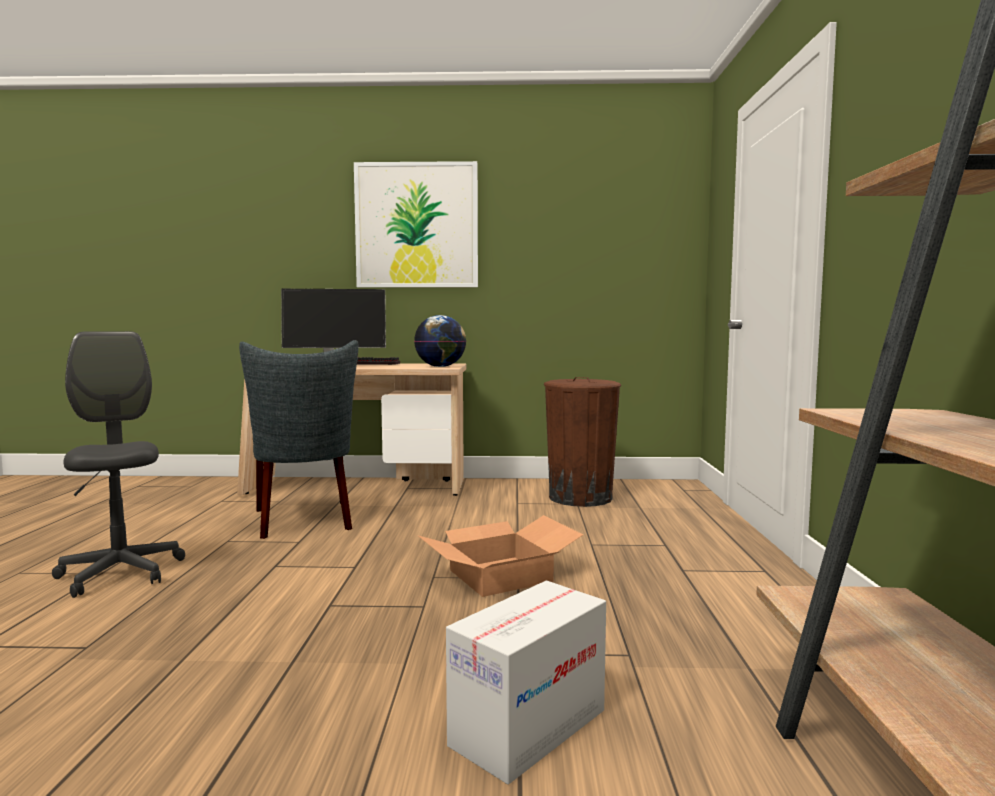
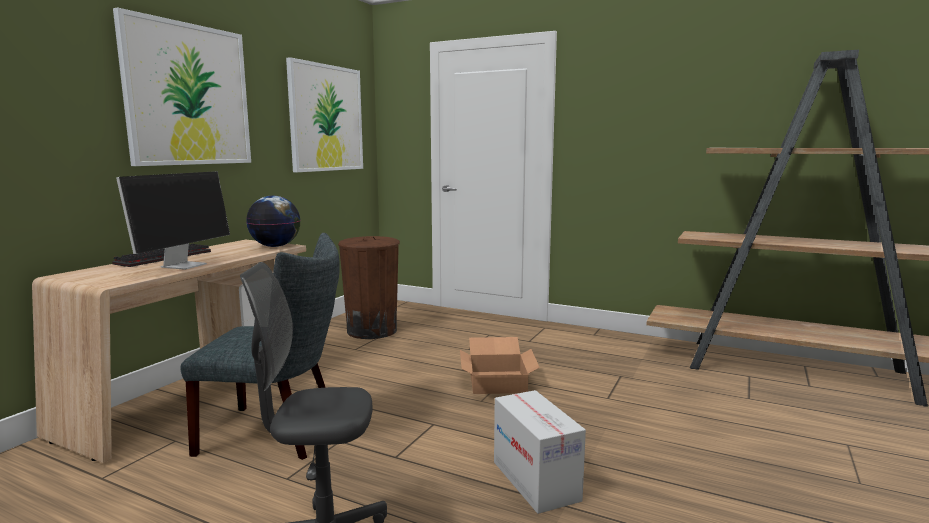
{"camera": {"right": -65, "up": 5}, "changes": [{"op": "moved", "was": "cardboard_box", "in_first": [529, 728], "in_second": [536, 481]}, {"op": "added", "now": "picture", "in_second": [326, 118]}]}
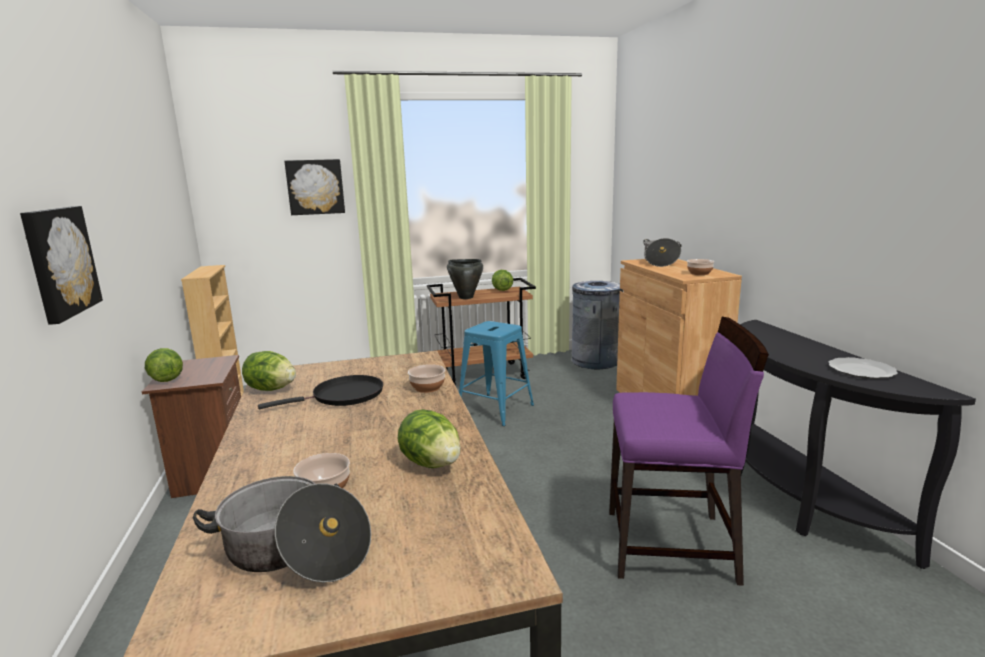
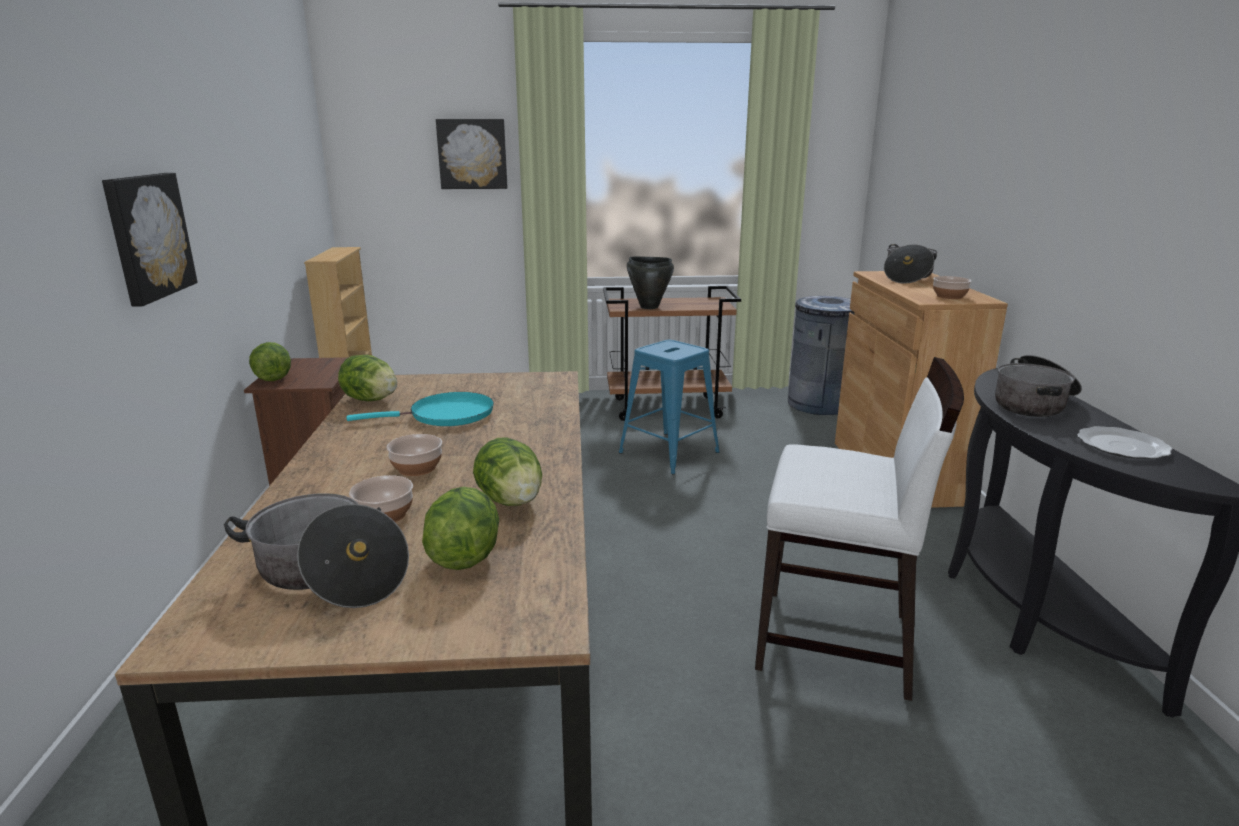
{"camera": {"right": 10, "up": 5}, "changes": [{"op": "recoloured", "was": "black_frying_pan", "now": "turquoise_frying_pan", "in_first": [343, 396], "in_second": [446, 415]}, {"op": "moved", "was": "bowl", "in_first": [427, 387], "in_second": [416, 468]}, {"op": "moved", "was": "lettuce", "in_first": [502, 290], "in_second": [464, 556]}, {"op": "recoloured", "was": "purple_chair", "now": "white_chair", "in_first": [671, 546], "in_second": [836, 642]}, {"op": "added", "now": "cooking_pot", "in_second": [1034, 404]}]}
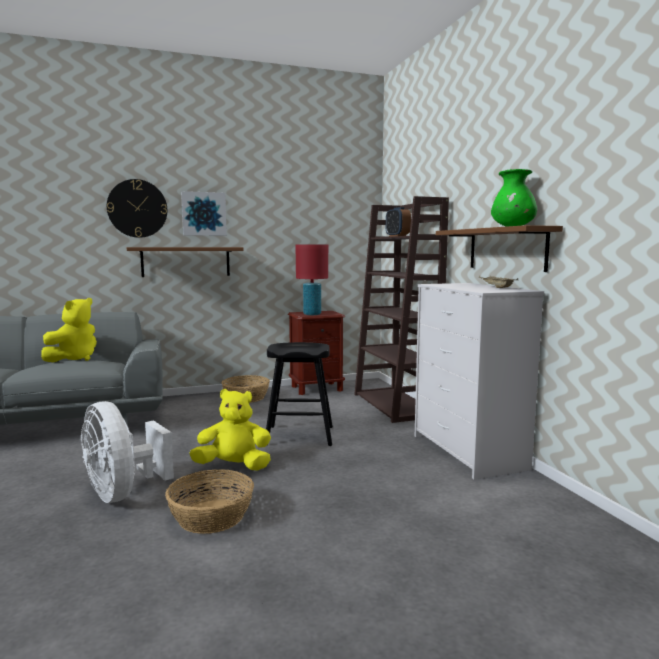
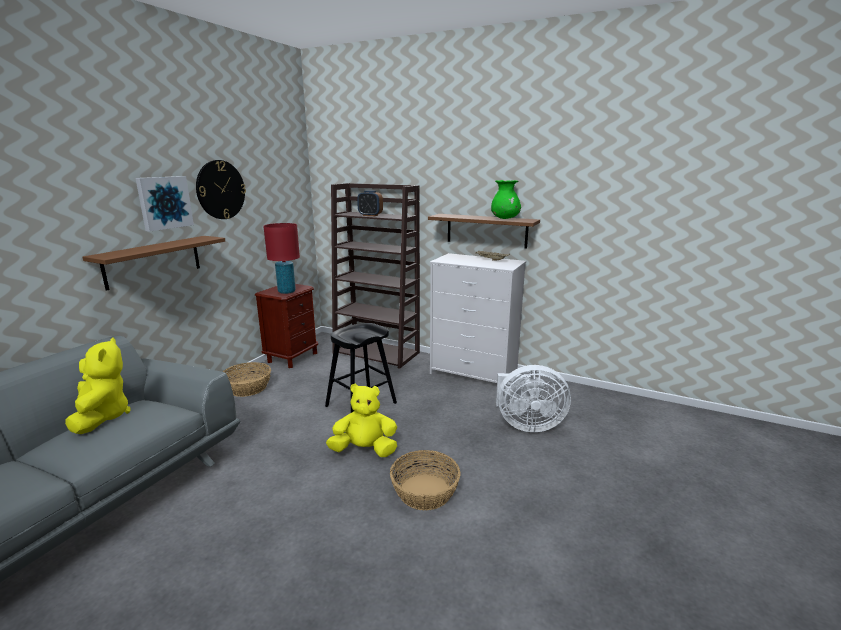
{"camera": {"right": -45, "up": 10}, "changes": [{"op": "moved", "was": "white_fan", "in_first": [122, 493], "in_second": [526, 424]}, {"op": "moved", "was": "wall_clock", "in_first": [137, 208], "in_second": [220, 190]}, {"op": "turned", "was": "yellow_plush_toy", "in_first": [234, 466], "in_second": [365, 450], "clockwise": 45}]}
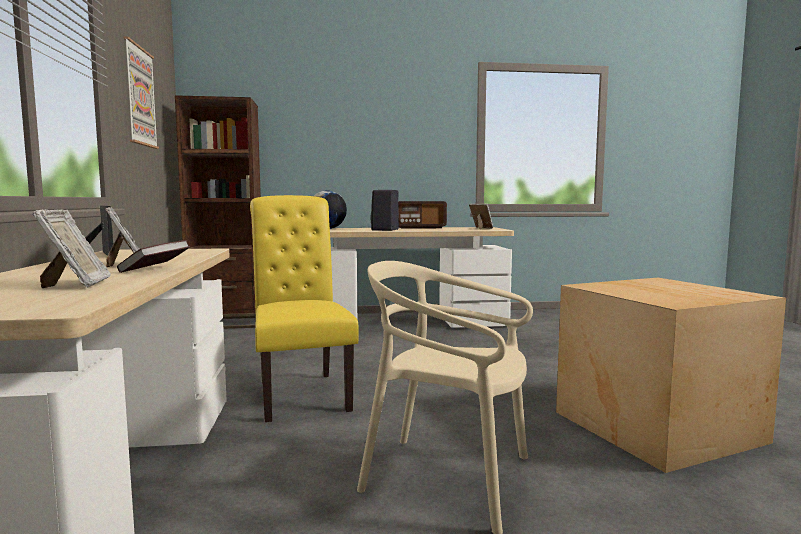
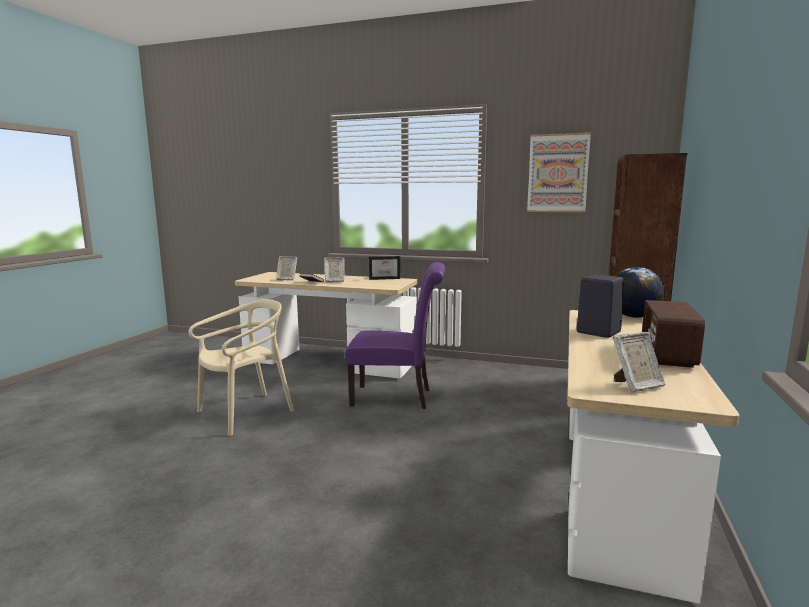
{"camera": {"right": 115, "up": 5}, "changes": [{"op": "recoloured", "was": "yellow_chair", "now": "purple_chair", "in_first": [301, 392], "in_second": [397, 397]}, {"op": "removed", "was": "cardboard_box", "in_first": [656, 425]}]}
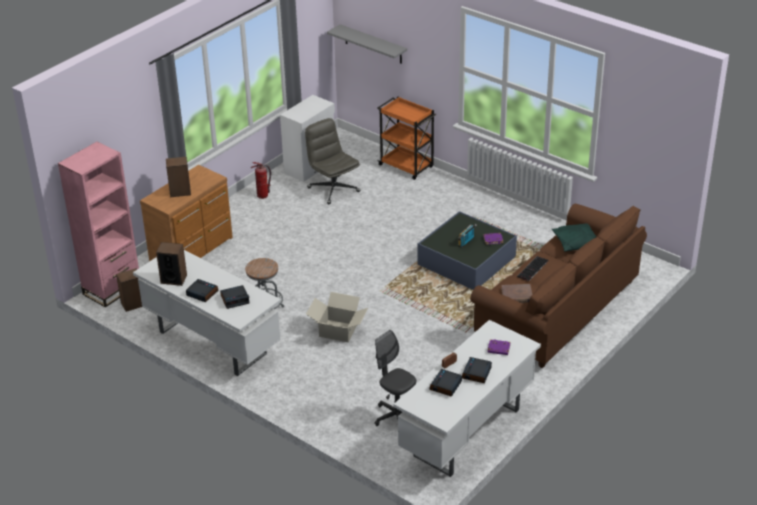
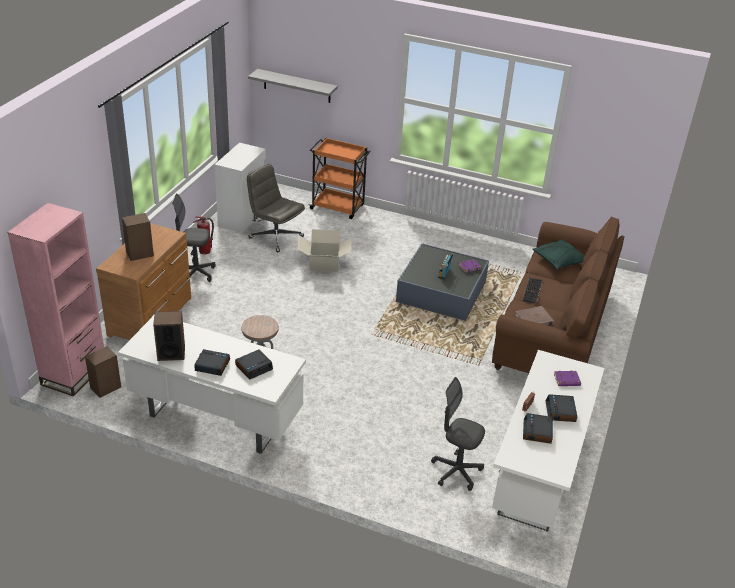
{"camera": {"right": -20, "up": 0}, "changes": [{"op": "moved", "was": "cardboard_box", "in_first": [338, 330], "in_second": [324, 263]}, {"op": "added", "now": "grey_office_chair", "in_second": [195, 273]}]}
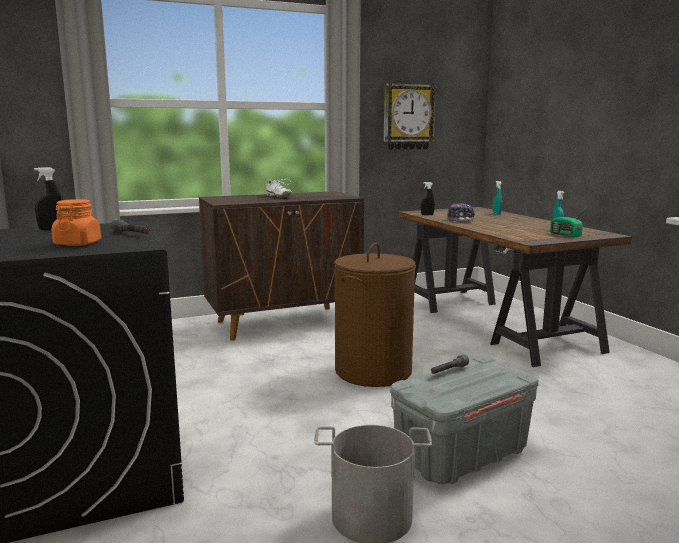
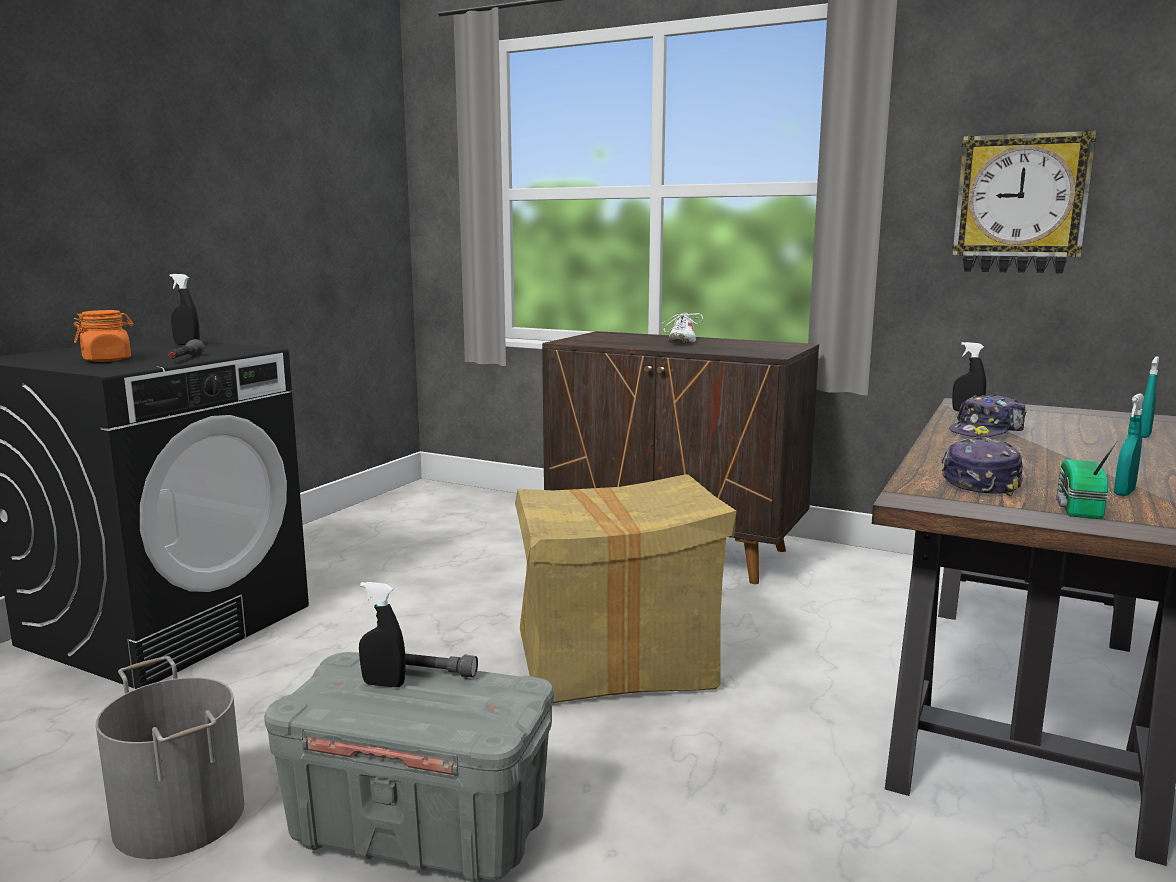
{"camera": {"right": 50, "up": 0}, "changes": [{"op": "replaced", "was": "brown_laundry_basket", "now": "cardboard_box", "in_first": [373, 371], "in_second": [615, 660]}, {"op": "added", "now": "black_spray_bottle", "in_second": [383, 684]}, {"op": "added", "now": "cap", "in_second": [979, 482]}]}
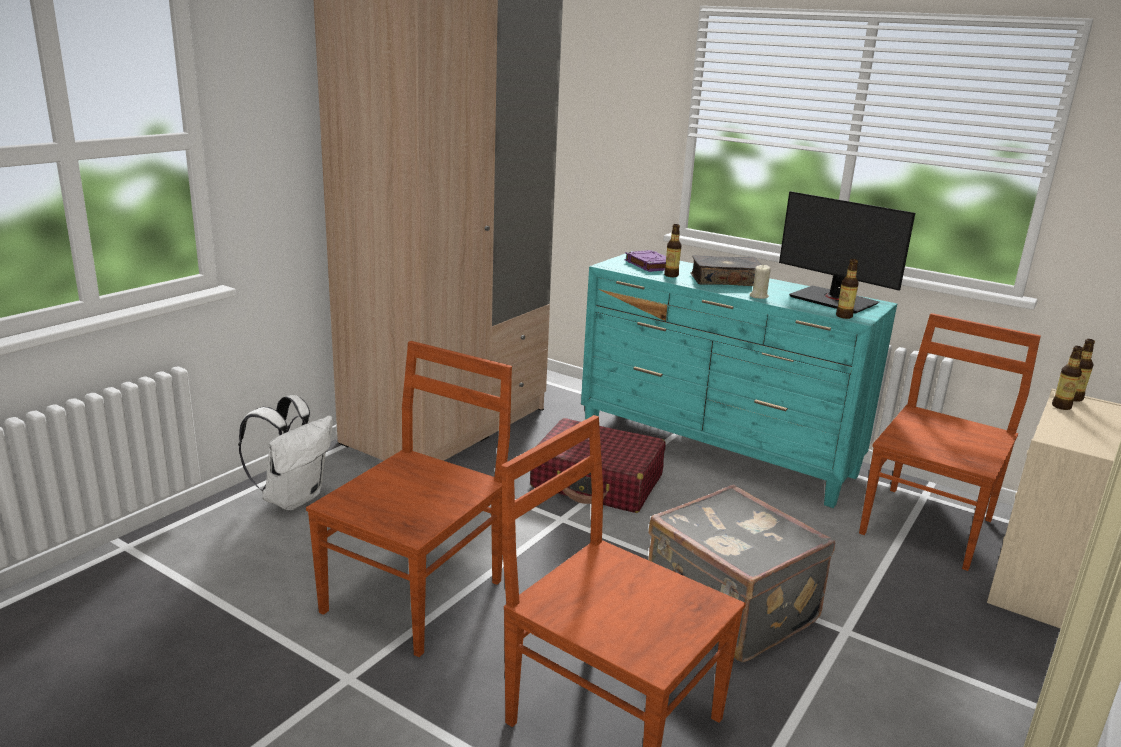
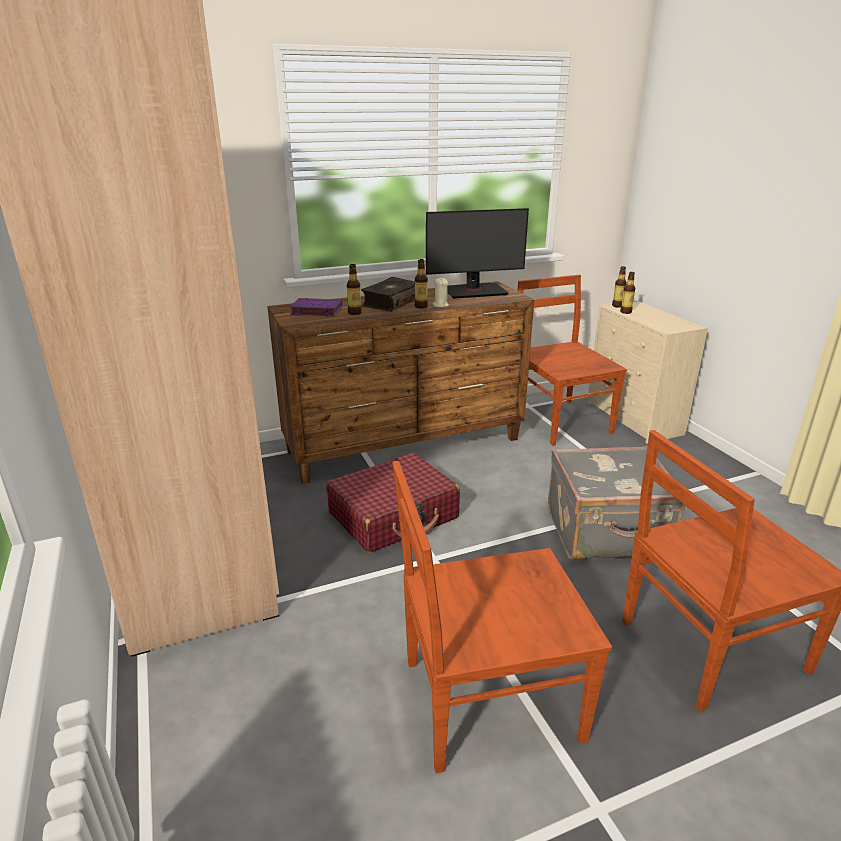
{"camera": {"right": -55, "up": 5}, "changes": [{"op": "removed", "was": "white_backpack", "in_first": [293, 498]}, {"op": "turned", "was": "brown_chair", "in_first": [416, 594], "in_second": [486, 700], "clockwise": -75}, {"op": "recoloured", "was": "turquoise_dresser", "now": "brown_dresser", "in_first": [716, 452], "in_second": [405, 446]}, {"op": "moved", "was": "bottle", "in_first": [844, 316], "in_second": [421, 306]}]}
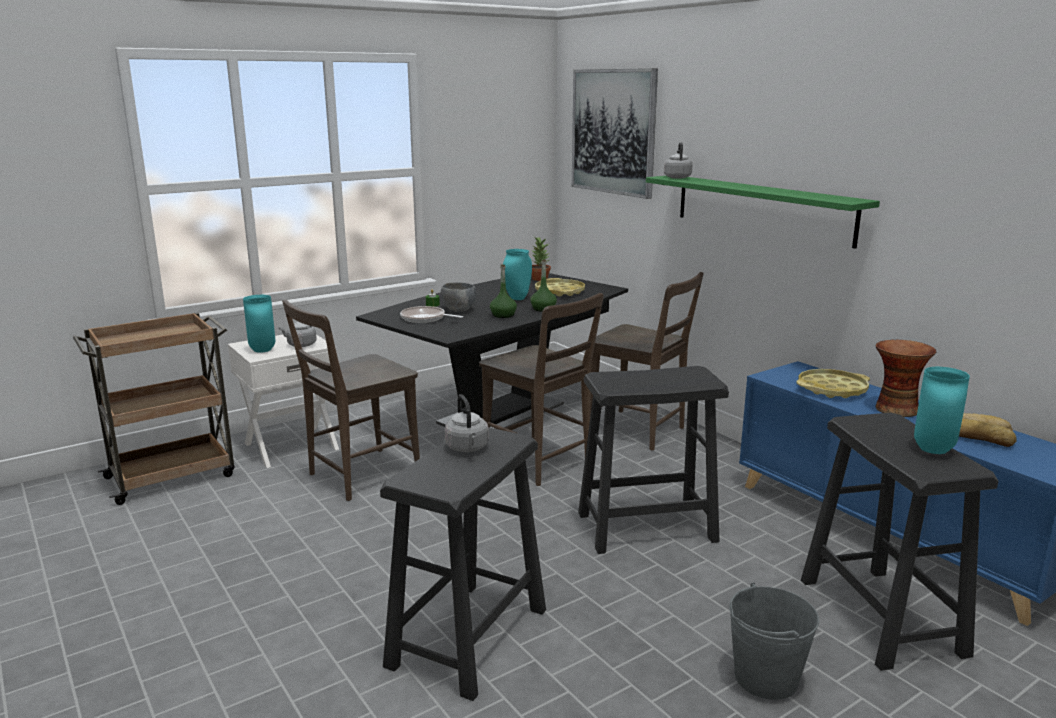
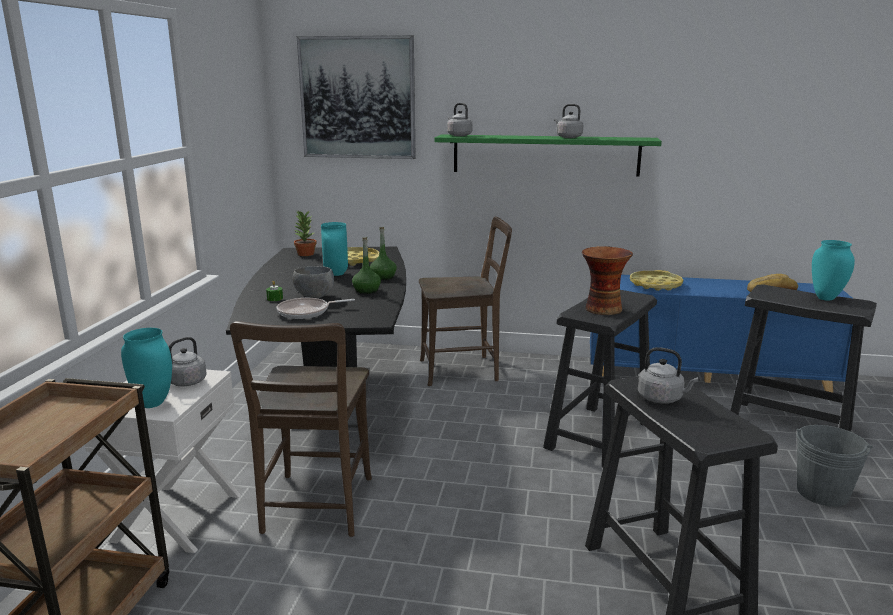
{"camera": {"right": -45, "up": 0}, "changes": [{"op": "removed", "was": "brown_chair", "in_first": [540, 463]}, {"op": "moved", "was": "vase", "in_first": [895, 409], "in_second": [602, 309]}, {"op": "added", "now": "grey_kettle", "in_second": [568, 137]}]}
